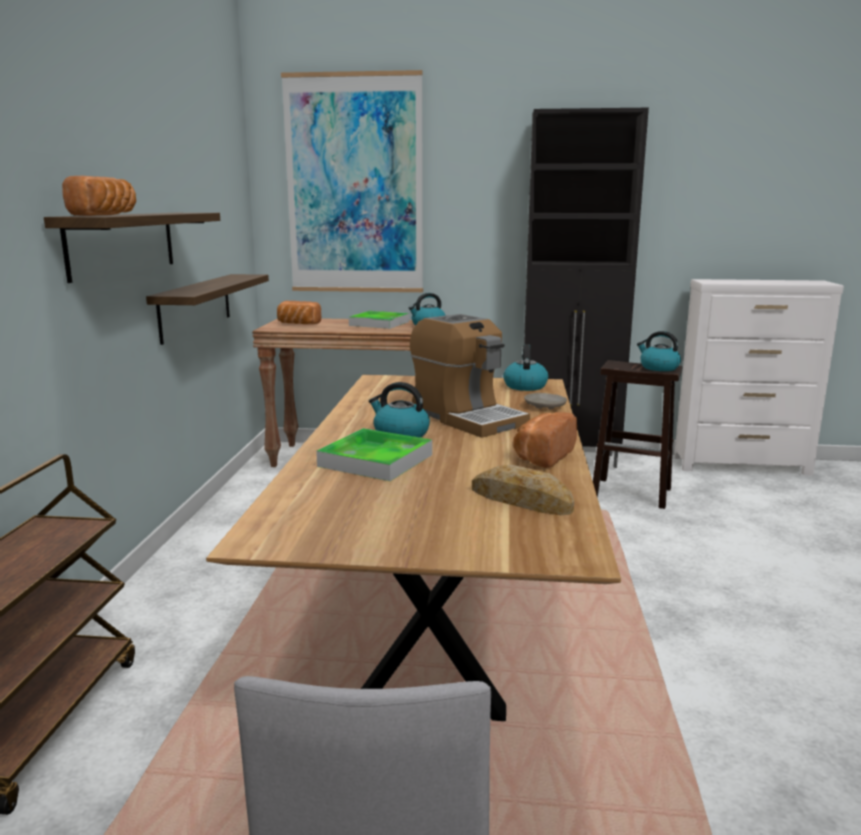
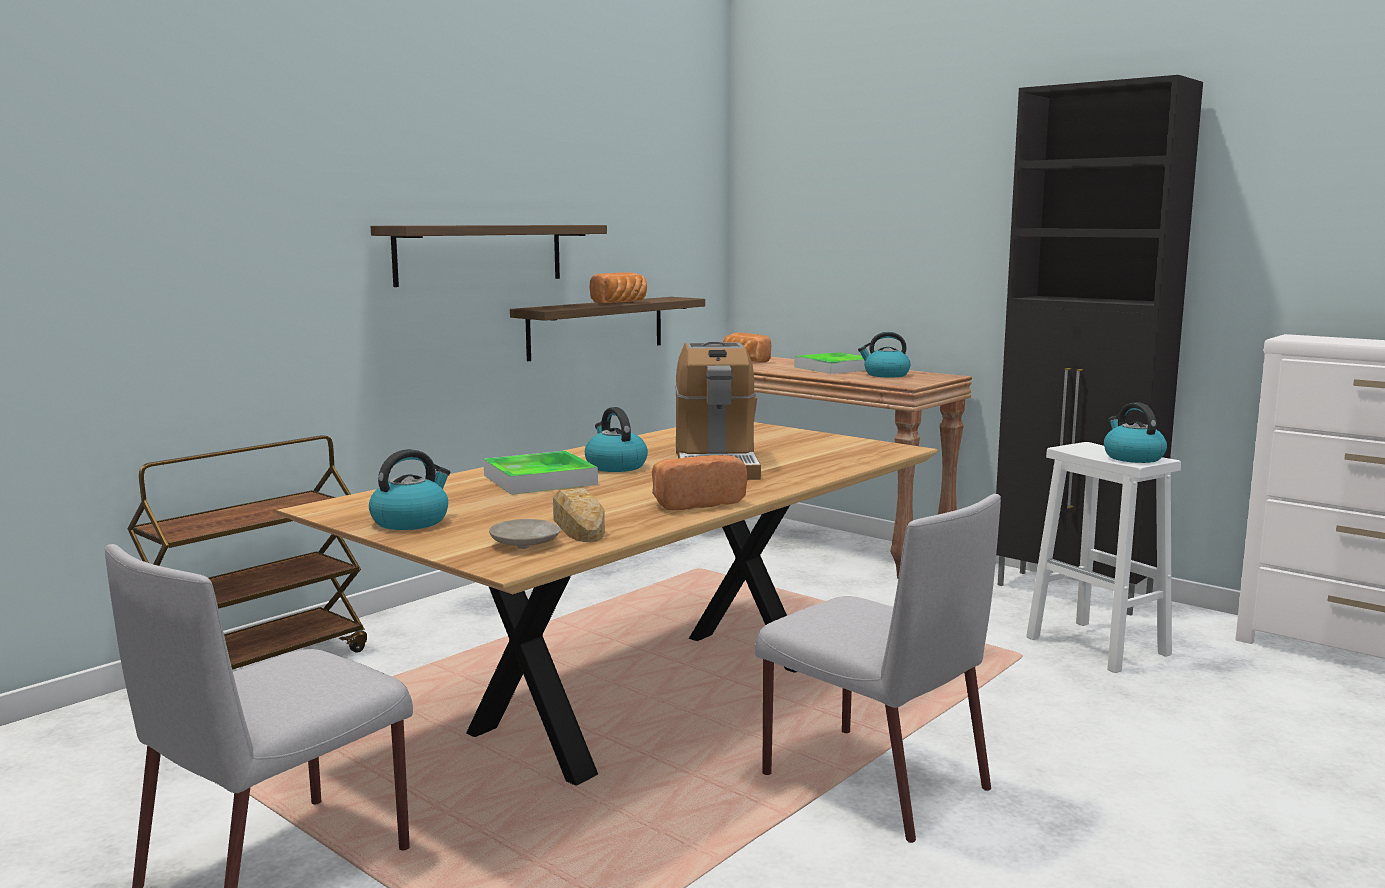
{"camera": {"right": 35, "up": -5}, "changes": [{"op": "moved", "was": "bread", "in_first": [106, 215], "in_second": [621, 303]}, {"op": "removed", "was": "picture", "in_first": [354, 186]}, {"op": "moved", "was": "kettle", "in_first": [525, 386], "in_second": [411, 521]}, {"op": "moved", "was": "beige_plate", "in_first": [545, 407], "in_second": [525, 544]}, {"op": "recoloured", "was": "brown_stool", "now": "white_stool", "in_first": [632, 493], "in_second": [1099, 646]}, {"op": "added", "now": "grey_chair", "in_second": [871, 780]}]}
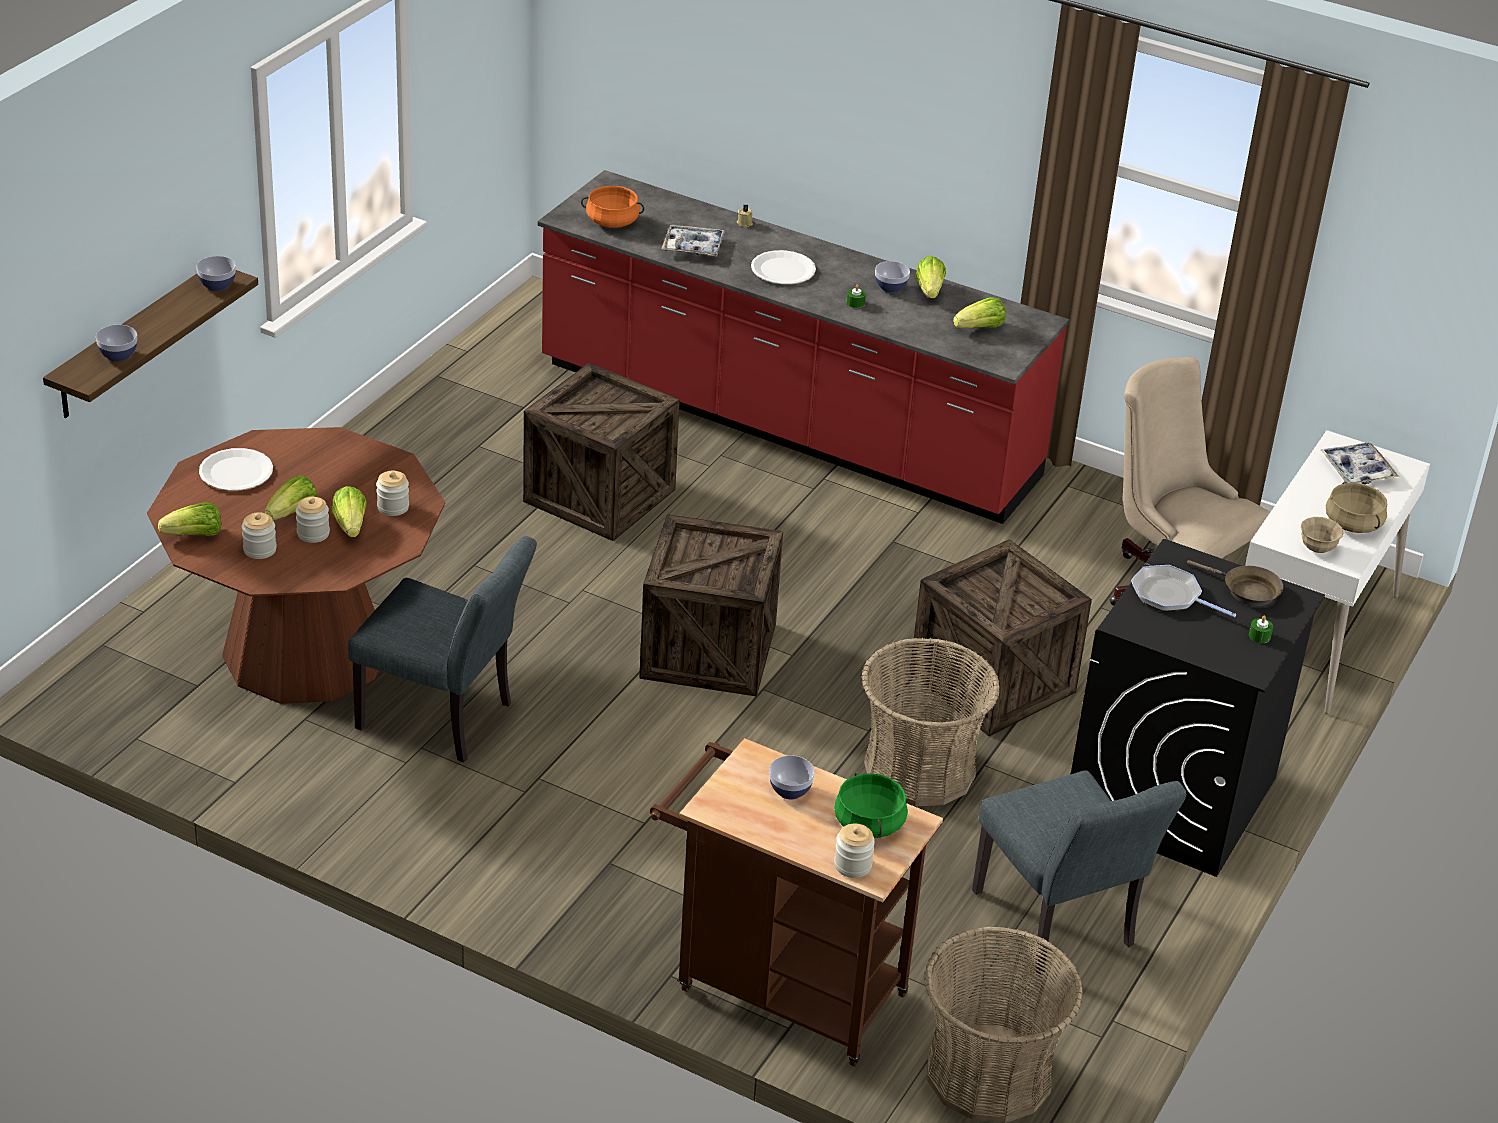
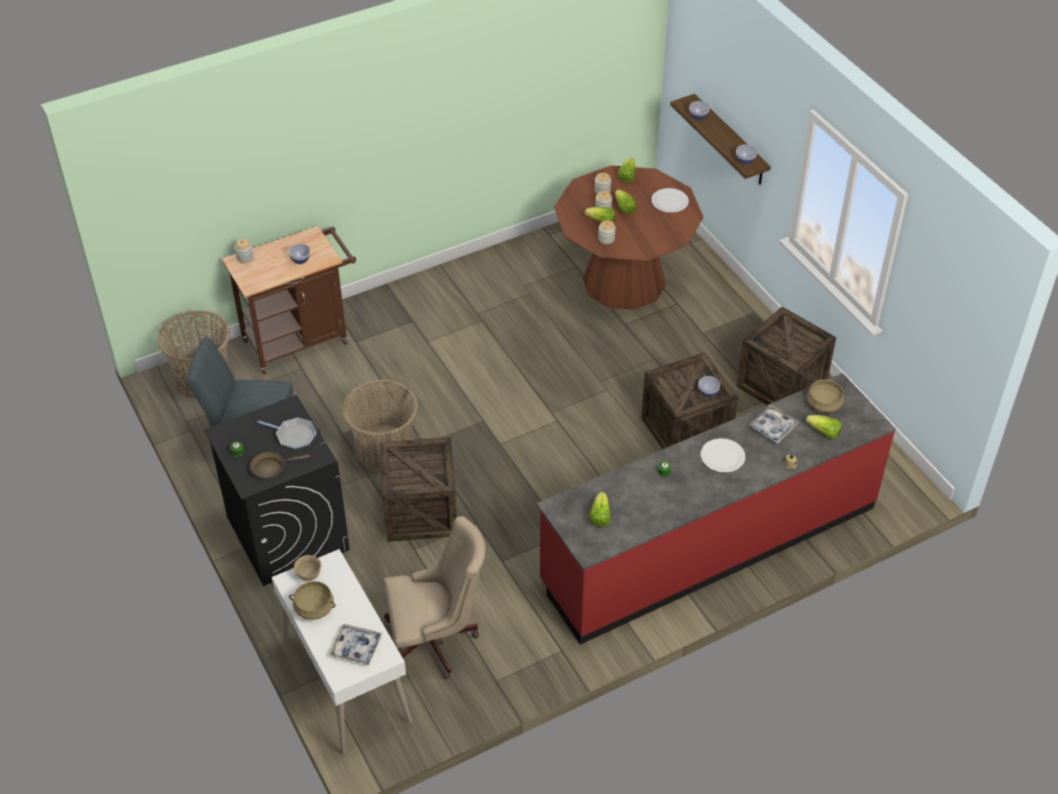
{"camera": {"right": 125, "up": 10}, "changes": [{"op": "removed", "was": "grey_chair", "in_first": [445, 719]}, {"op": "recoloured", "was": "orange_cooking_pot", "now": "beige_cooking_pot", "in_first": [612, 222], "in_second": [823, 404]}, {"op": "moved", "was": "crate", "in_first": [708, 651], "in_second": [781, 384]}, {"op": "removed", "was": "green_cooking_pot", "in_first": [868, 823]}, {"op": "moved", "was": "bowl", "in_first": [890, 288], "in_second": [708, 392]}, {"op": "moved", "was": "lettuce", "in_first": [929, 290], "in_second": [823, 432]}, {"op": "turned", "was": "frying_pan", "in_first": [1169, 596], "in_second": [294, 435], "clockwise": 45}]}
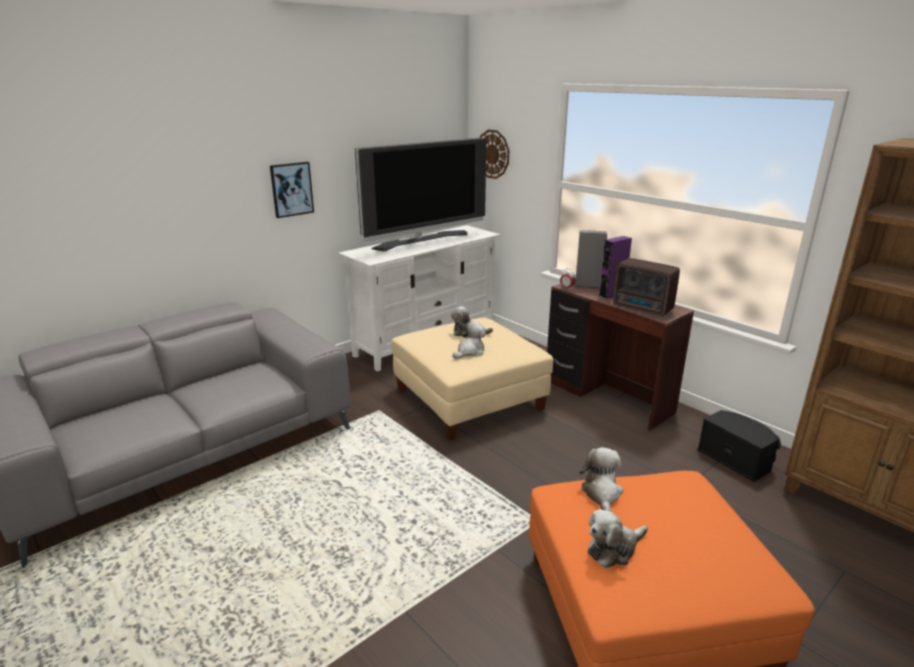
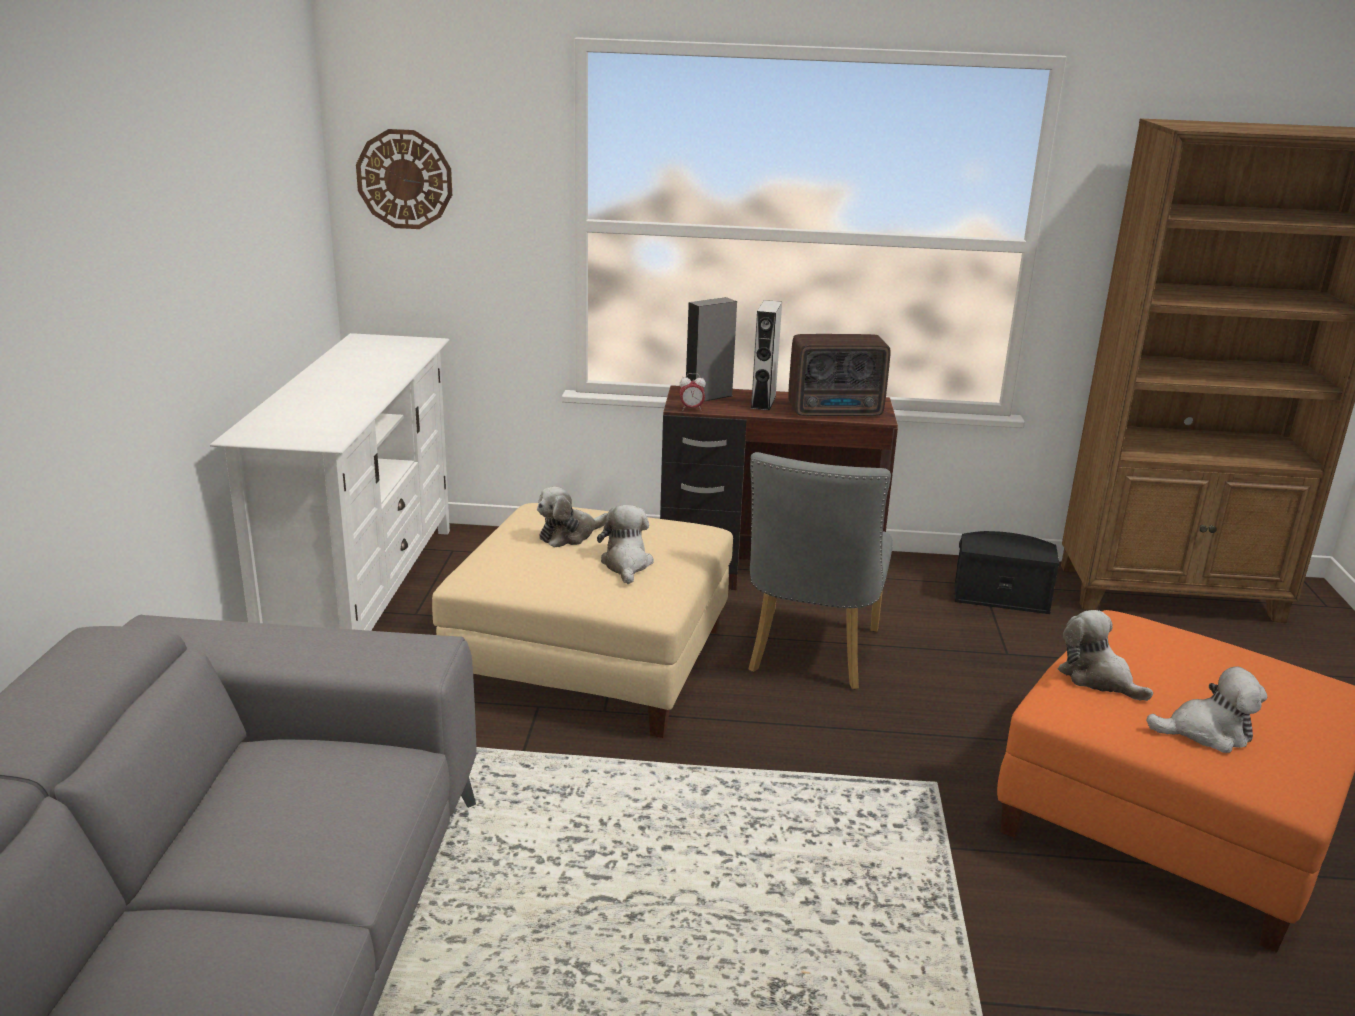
{"camera": {"right": -45, "up": 0}, "changes": [{"op": "removed", "was": "picture", "in_first": [291, 189]}, {"op": "removed", "was": "television", "in_first": [422, 240]}, {"op": "turned", "was": "plush_toy", "in_first": [614, 549], "in_second": [1207, 732], "clockwise": -105}, {"op": "recoloured", "was": "purple_speaker", "now": "grey_speaker", "in_first": [611, 294], "in_second": [763, 402]}, {"op": "added", "now": "grey_chair", "in_second": [810, 656]}]}
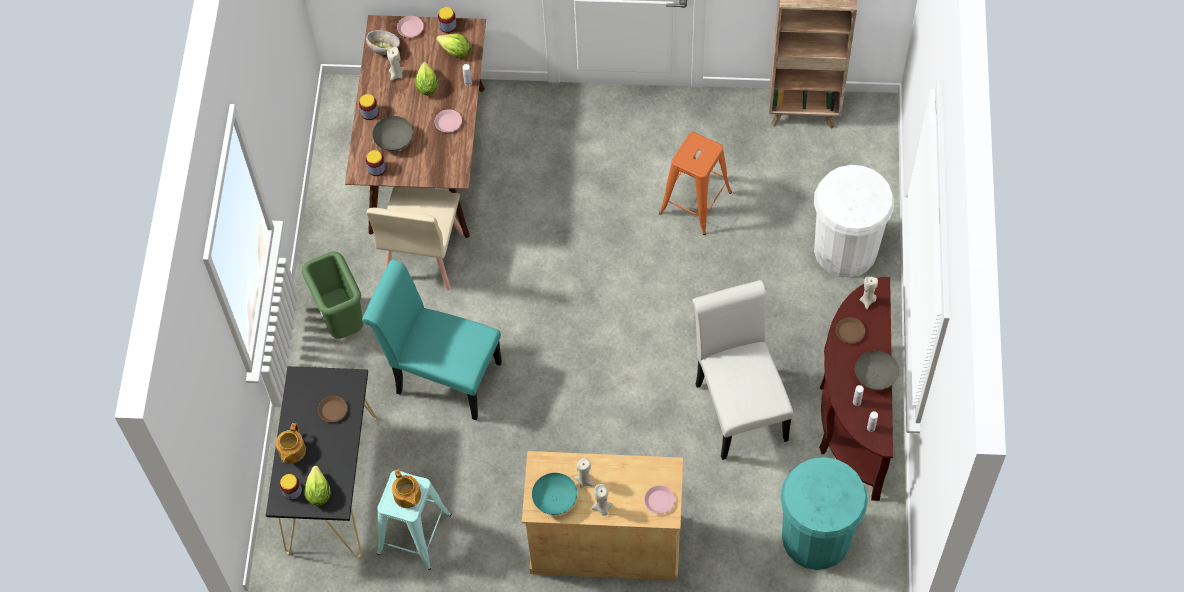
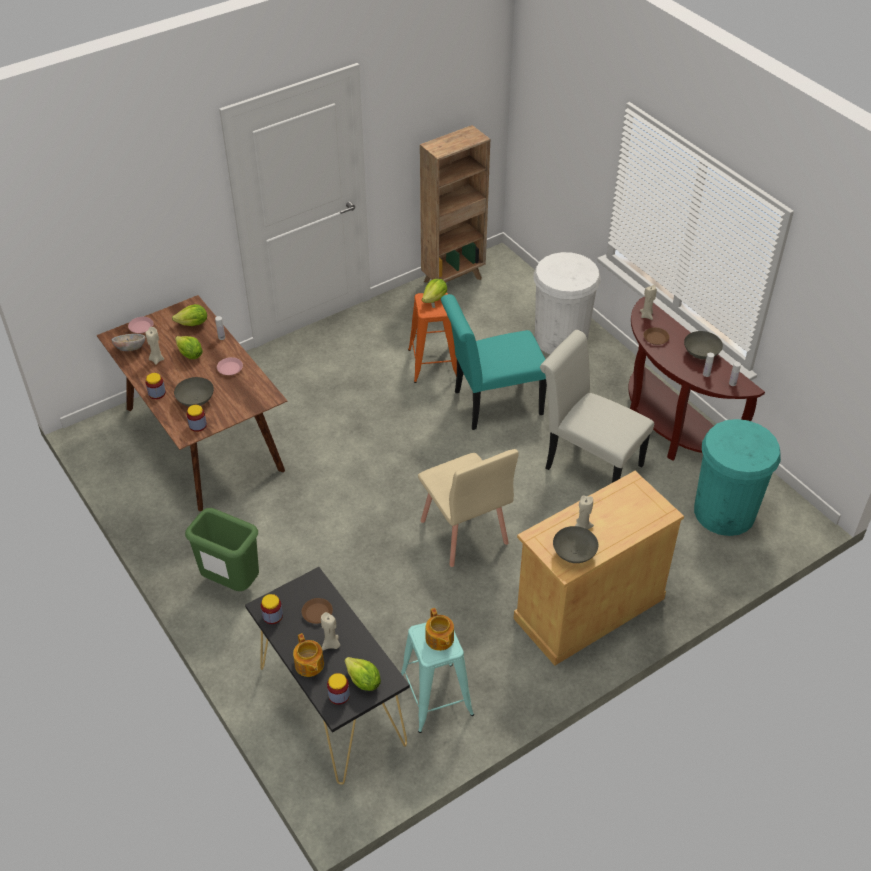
{"camera": {"right": -40, "up": -15}, "changes": [{"op": "moved", "was": "turquoise_chair", "in_first": [441, 375], "in_second": [492, 404]}, {"op": "moved", "was": "beige_chair", "in_first": [423, 257], "in_second": [464, 532]}, {"op": "turned", "was": "teapot", "in_first": [407, 496], "in_second": [439, 639], "clockwise": 45}, {"op": "moved", "was": "jar", "in_first": [448, 26], "in_second": [272, 616]}, {"op": "recoloured", "was": "turquoise_bowl", "now": "grey_bowl", "in_first": [554, 500], "in_second": [573, 554]}, {"op": "moved", "was": "beige_candle", "in_first": [602, 508], "in_second": [331, 644]}, {"op": "removed", "was": "pink_plate", "in_first": [659, 501]}, {"op": "added", "now": "lettuce", "in_second": [434, 299]}]}
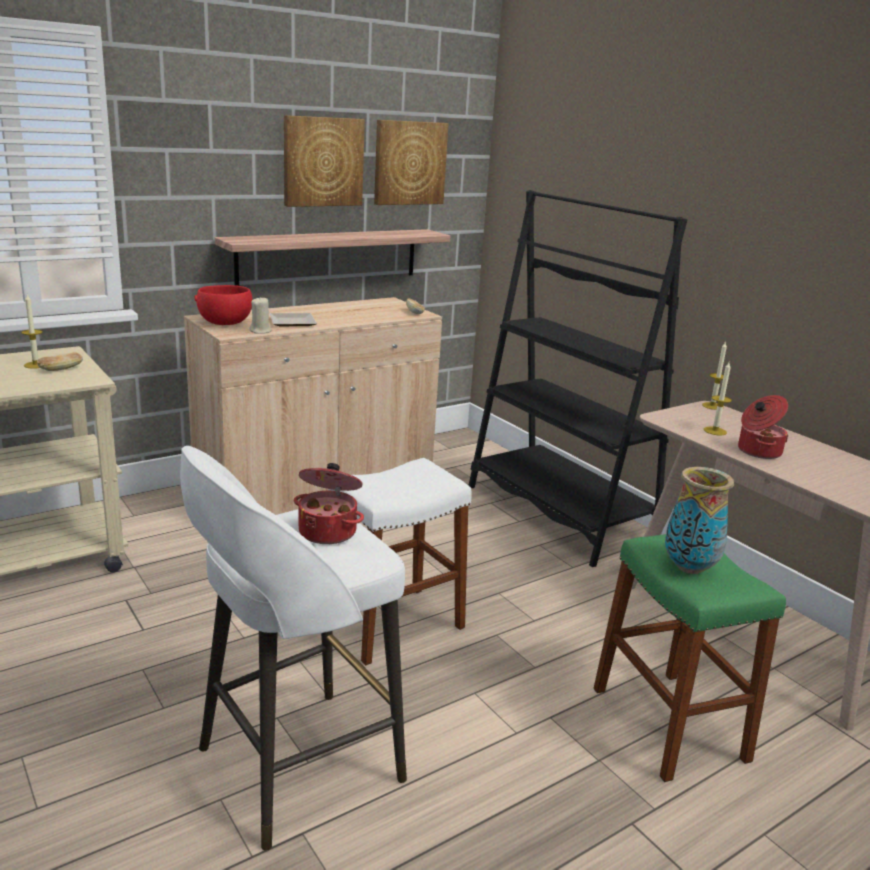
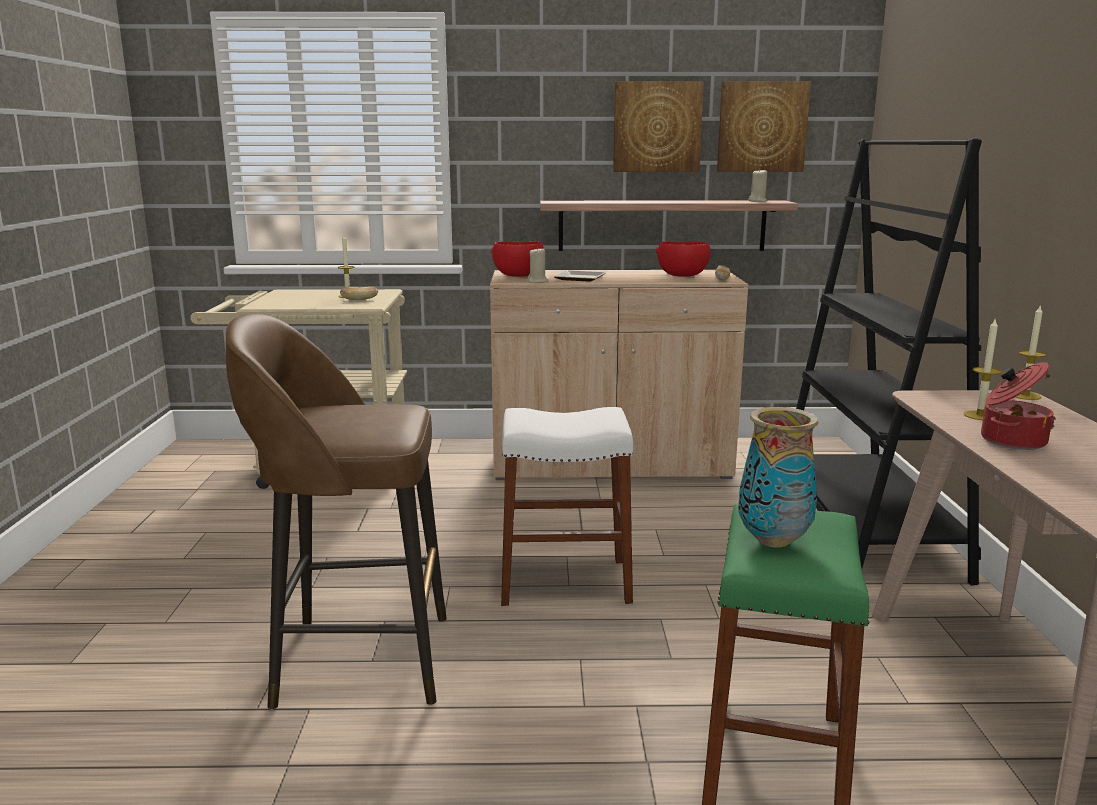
{"camera": {"right": 35, "up": -5}, "changes": [{"op": "recoloured", "was": "white_stool", "now": "brown_stool", "in_first": [294, 767], "in_second": [357, 660]}, {"op": "removed", "was": "cooking_pot", "in_first": [328, 531]}, {"op": "added", "now": "red_bowl", "in_second": [683, 275]}, {"op": "added", "now": "beige_candle", "in_second": [757, 201]}]}
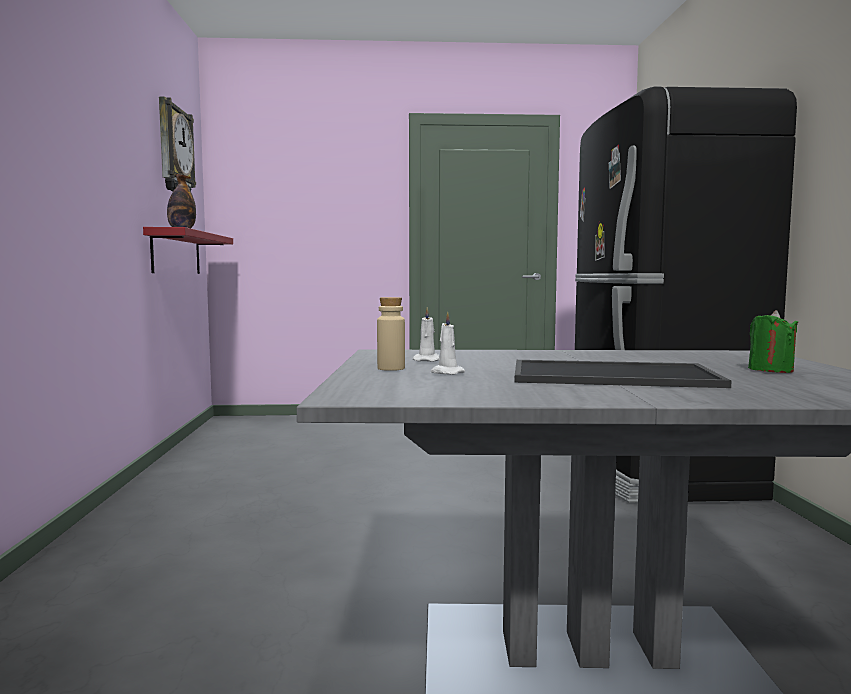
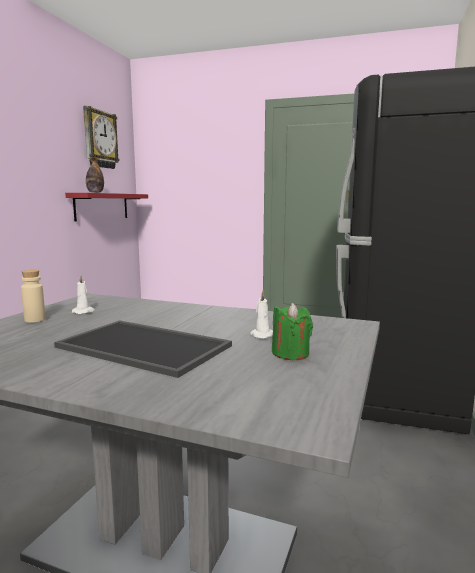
{"camera": {"right": 20, "up": 5}, "changes": [{"op": "moved", "was": "white_candle", "in_first": [446, 373], "in_second": [261, 335]}]}
